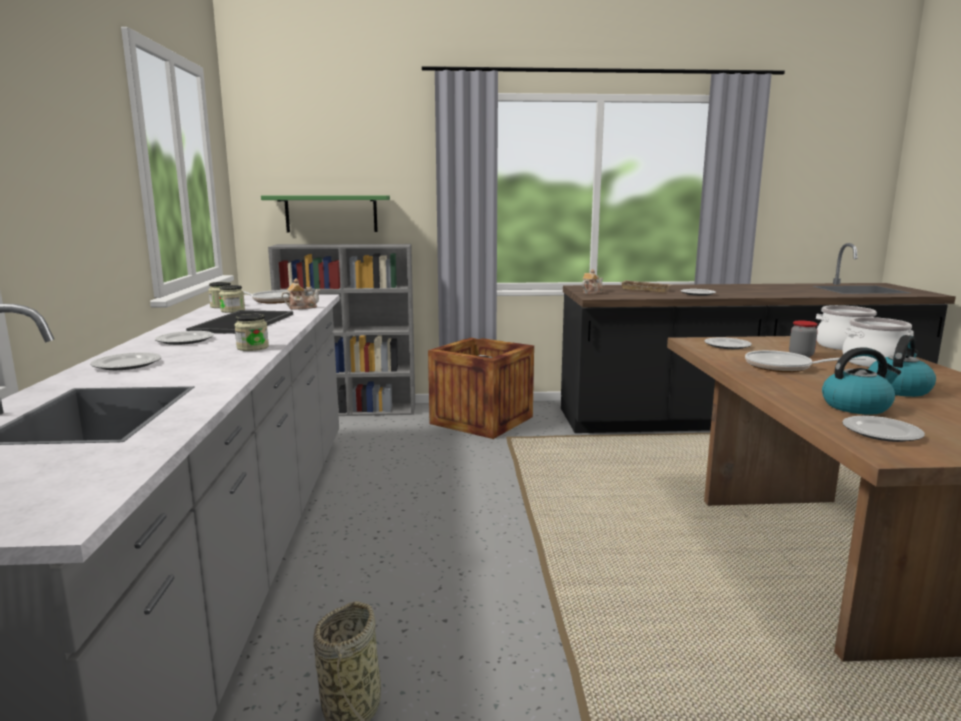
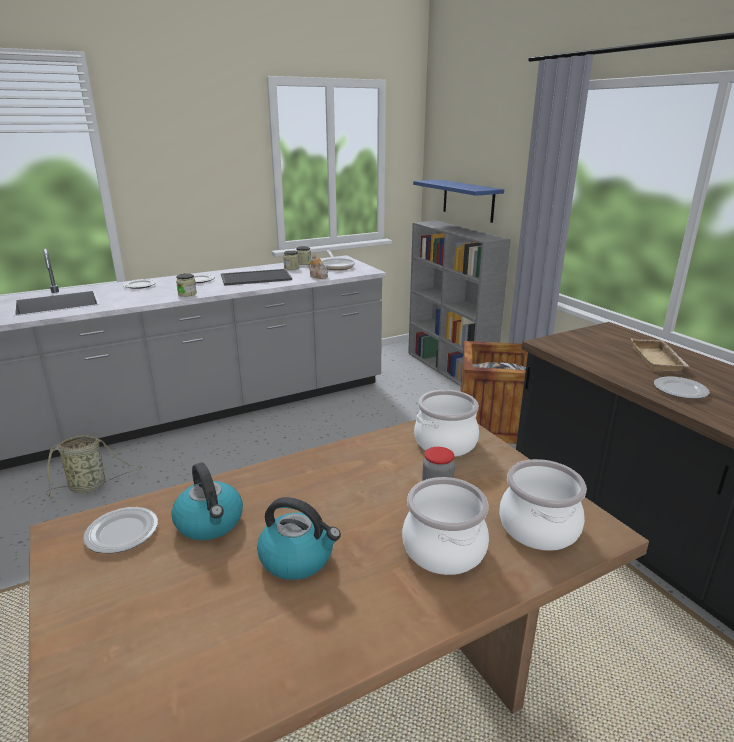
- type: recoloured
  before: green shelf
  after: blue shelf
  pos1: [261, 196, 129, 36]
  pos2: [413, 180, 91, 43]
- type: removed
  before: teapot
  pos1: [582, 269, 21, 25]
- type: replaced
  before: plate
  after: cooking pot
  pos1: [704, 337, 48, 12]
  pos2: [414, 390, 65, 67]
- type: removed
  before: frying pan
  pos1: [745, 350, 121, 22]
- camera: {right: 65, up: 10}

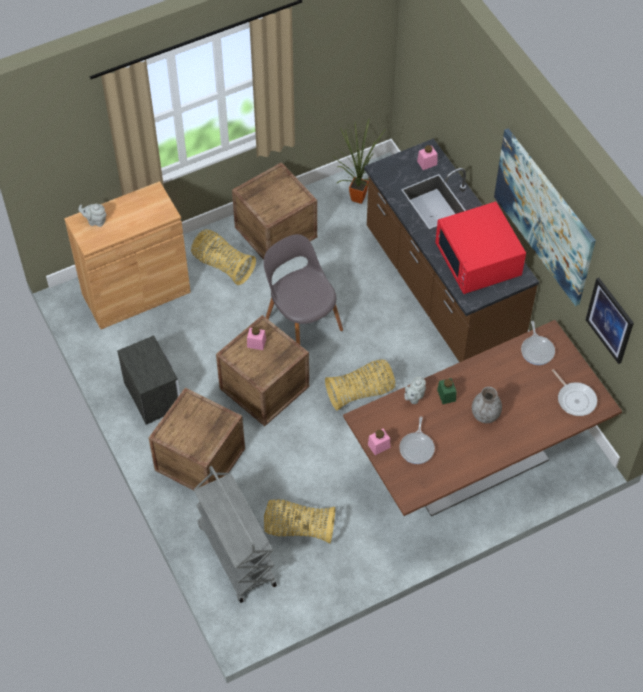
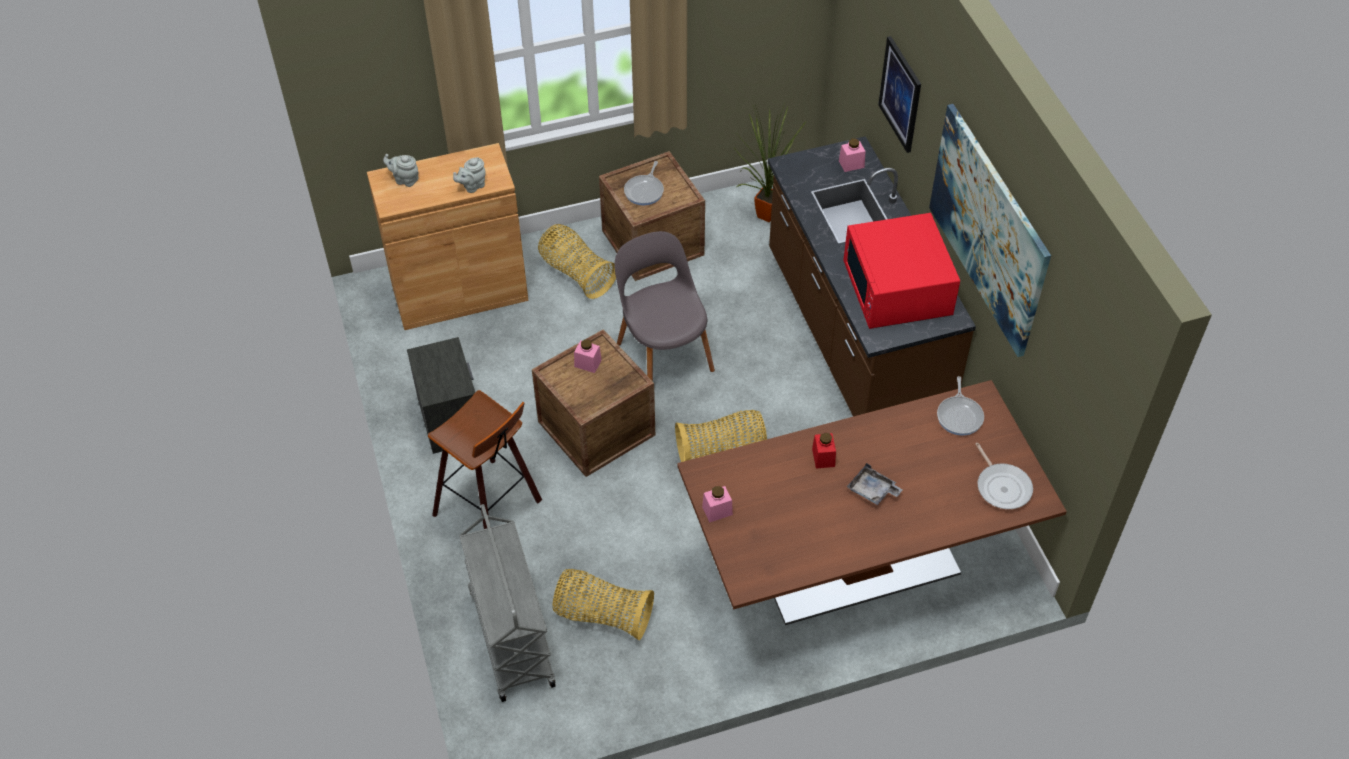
- type: moved
  before: picture
  pos1: [585, 278, 49, 86]
  pos2: [878, 36, 43, 117]
- type: moved
  before: grey teapot
  pos1: [405, 377, 21, 27]
  pos2: [453, 157, 33, 36]
- type: recoloured
  before: green jar
  after: red jar
  pos1: [437, 378, 20, 26]
  pos2: [812, 433, 24, 36]
- type: replaced
  before: crate
  after: stool
  pos1: [149, 387, 96, 104]
  pos2: [428, 390, 114, 139]
- type: replaced
  before: grey vase
  after: grey tray
  pos1: [472, 387, 30, 36]
  pos2: [847, 463, 56, 42]
- type: moved
  before: frying pan
  pos1: [399, 416, 36, 48]
  pos2: [624, 161, 40, 44]
- camera: {right: 10, up: -5}

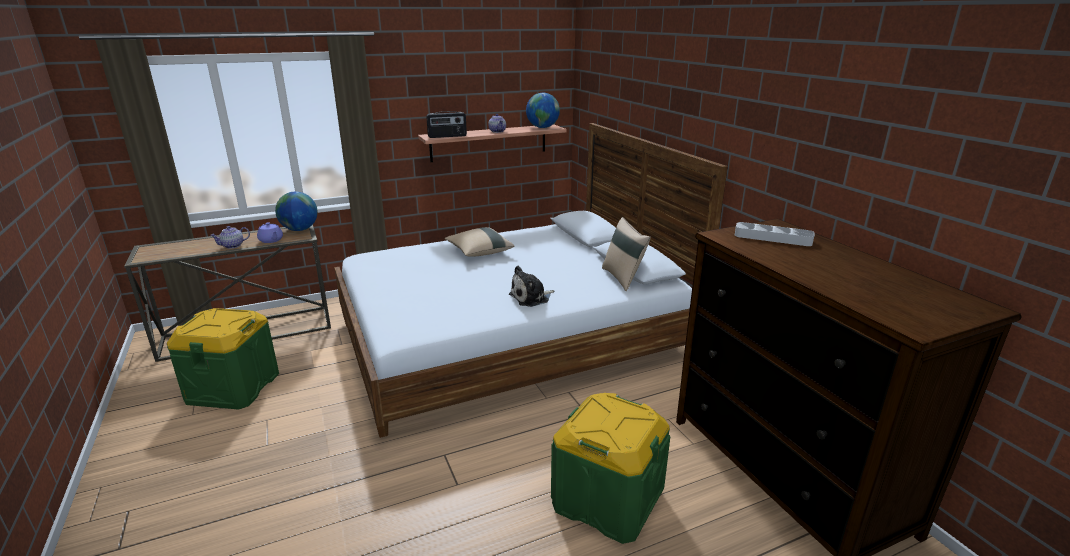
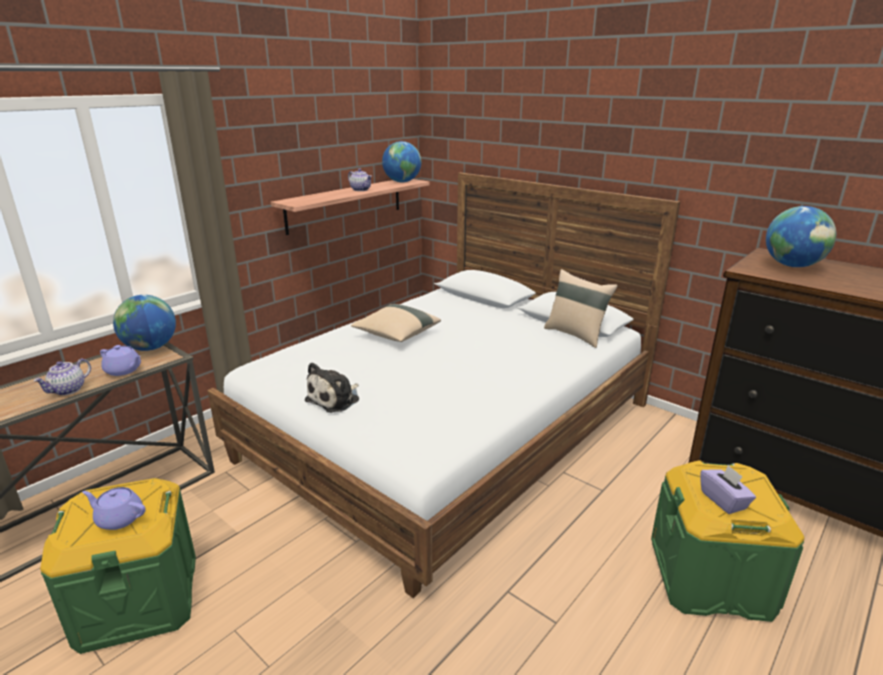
- type: removed
  before: radio
  pos1: [426, 111, 41, 27]
- type: replaced
  before: grey tray
  after: globe
  pos1: [735, 222, 79, 24]
  pos2: [766, 206, 70, 61]
- type: moved
  before: plush toy
  pos1: [509, 266, 46, 41]
  pos2: [305, 362, 54, 51]
- type: added
  after: purple tissue box
  pos2: [700, 465, 56, 49]
- type: added
  after: purple teapot
  pos2: [82, 487, 64, 43]
- camera: {right: -25, up: 0}

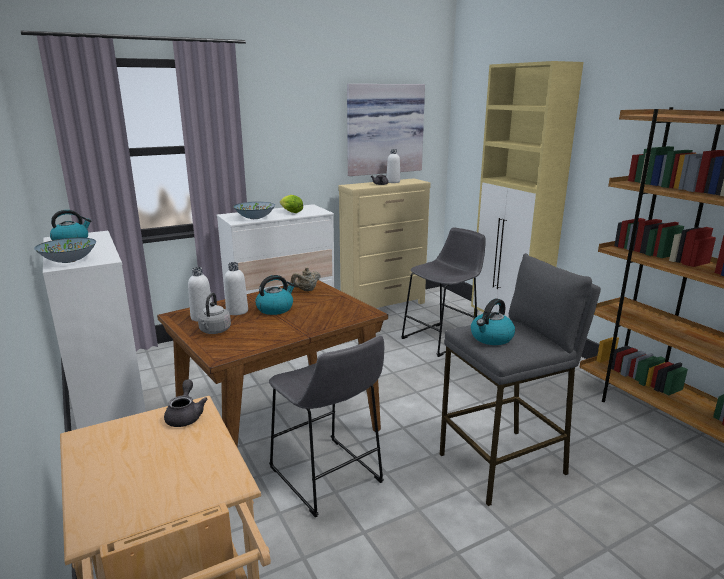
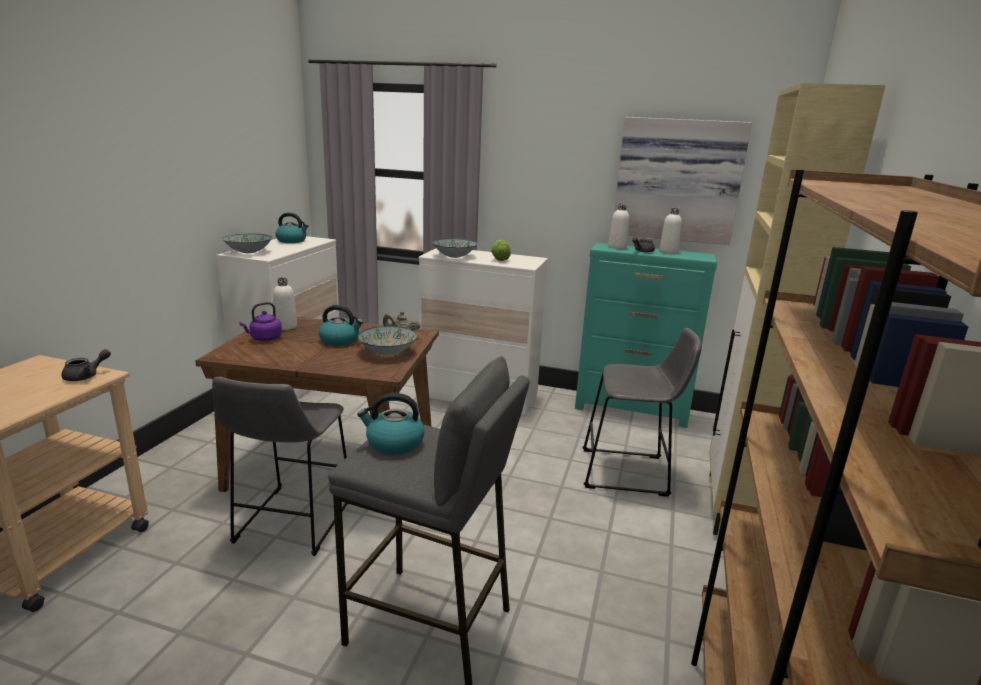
- type: recoloured
  before: beige dresser
  after: turquoise dresser
  pos1: [338, 178, 93, 130]
  pos2: [575, 243, 142, 185]
- type: moved
  before: white bottle
  pos1: [224, 262, 24, 53]
  pos2: [608, 204, 21, 45]
- type: recoloured
  before: grey kettle
  after: purple kettle
  pos1: [198, 293, 33, 41]
  pos2: [240, 302, 42, 39]
- type: added
  after: bowl
  pos2: [358, 326, 59, 29]
- camera: {right: 45, up: 0}

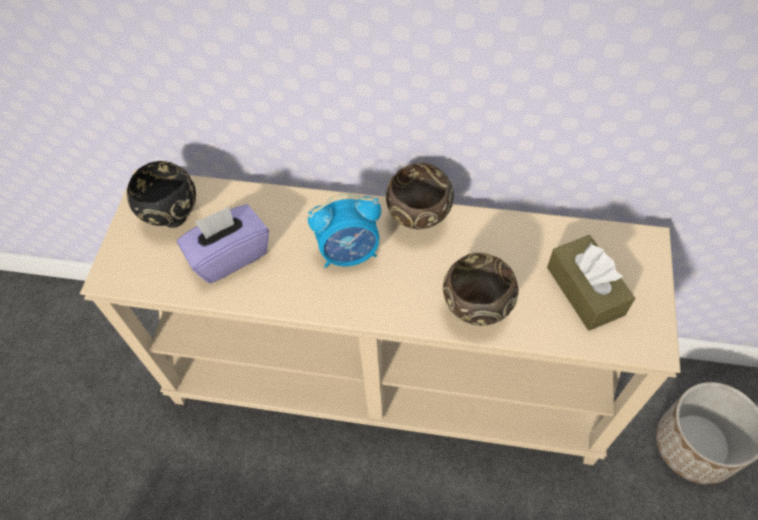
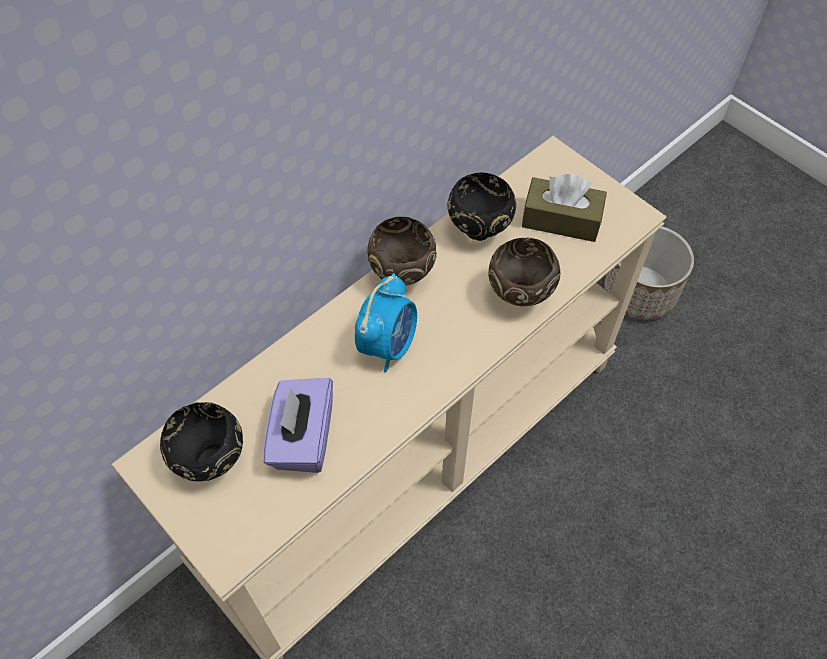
- type: added
  after: black bowl
  pos2: [447, 173, 69, 68]
- camera: {right: -55, up: 0}

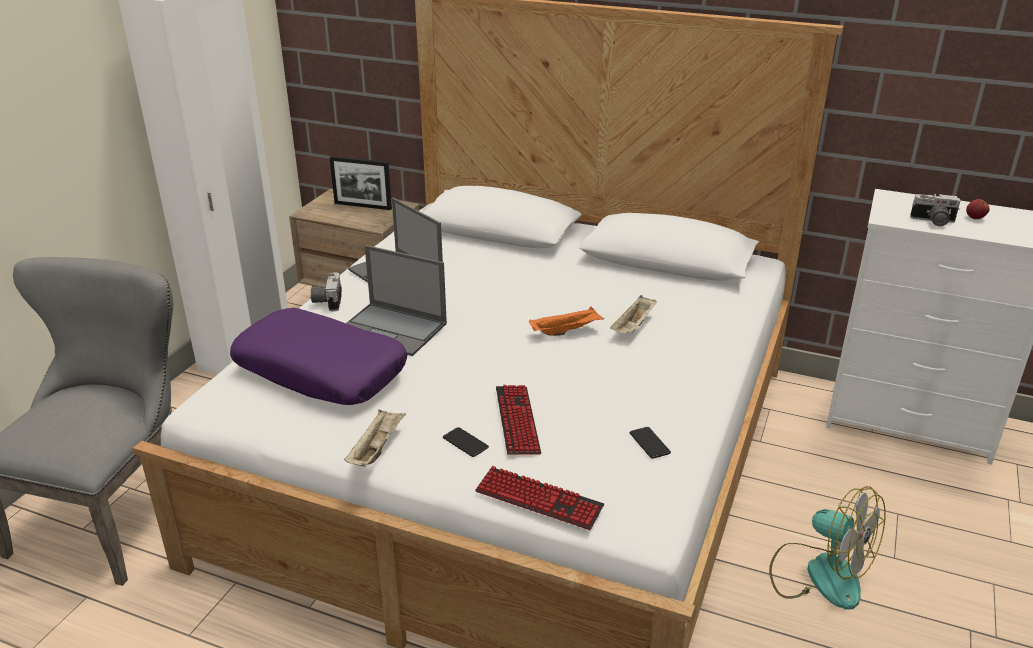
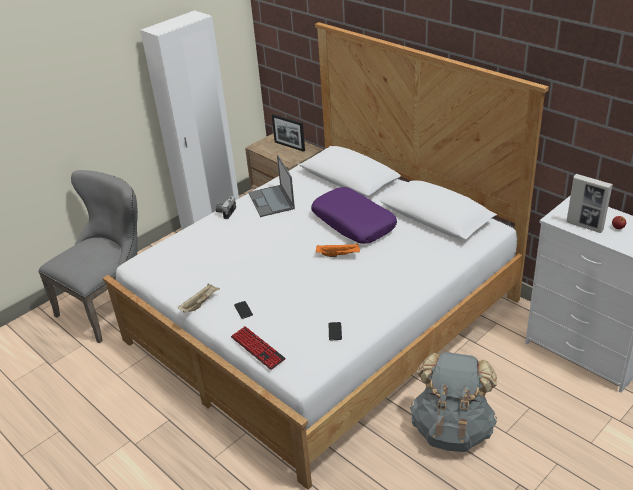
- type: replaced
  before: photo camera
  after: picture frame
  pos1: [910, 194, 51, 32]
  pos2: [566, 174, 47, 59]
- type: removed
  before: laptop
  pos1: [346, 245, 101, 111]
- type: removed
  before: beige tray
  pos1: [610, 295, 47, 39]
- type: moved
  before: purple pillow
  pos1: [230, 308, 177, 97]
  pos2: [311, 187, 86, 57]
- type: removed
  before: keyboard
  pos1: [496, 385, 45, 70]
- type: replaced
  before: fan
  after: grey backpack
  pos1: [769, 486, 117, 124]
  pos2: [410, 352, 87, 100]
- camera: {right: 25, up: 5}

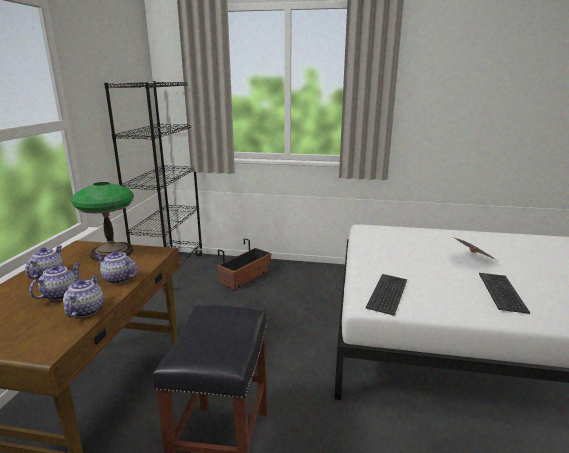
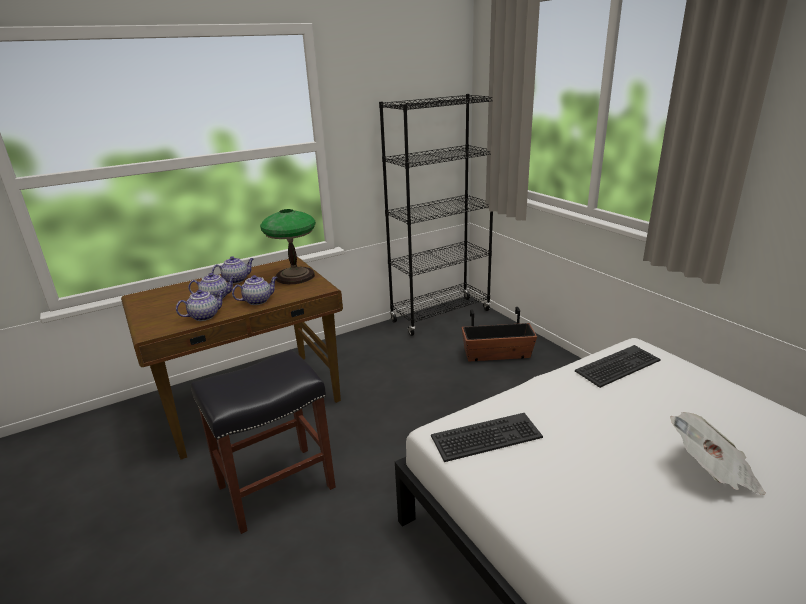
- type: turned
  before: teapot
  pos1: [96, 251, 42, 33]
  pos2: [232, 275, 45, 30]
  turn: 75
- type: moved
  before: keyboard
  pos1: [479, 273, 51, 41]
  pos2: [575, 345, 85, 43]
- camera: {right: 50, up: 5}

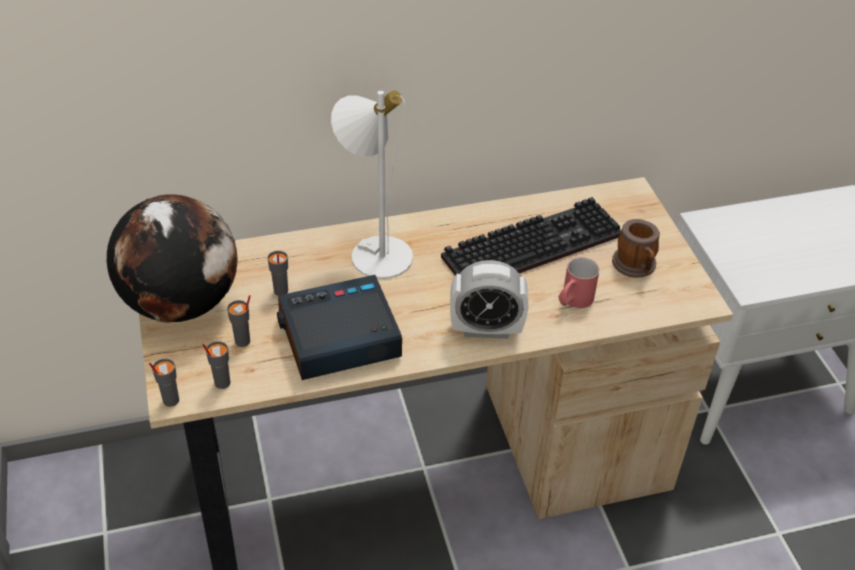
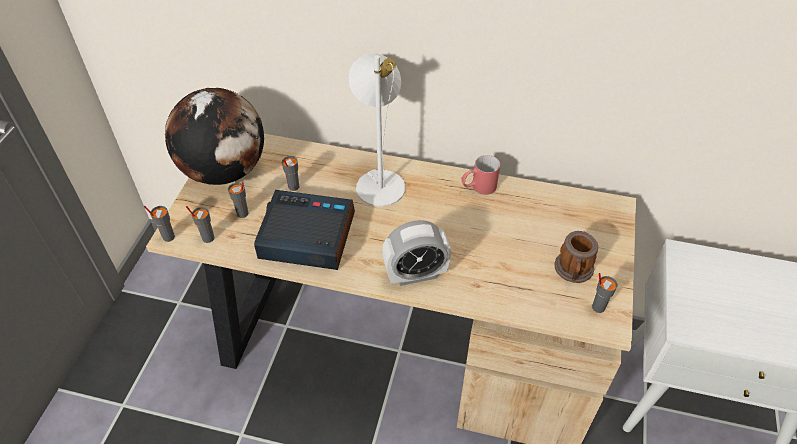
- type: removed
  before: keyboard
  pos1: [441, 197, 180, 78]
- type: moved
  before: red mug
  pos1: [558, 257, 41, 51]
  pos2: [461, 155, 39, 40]
- type: turned
  before: alarm clock
  pos1: [450, 260, 78, 79]
  pos2: [382, 220, 69, 66]
  turn: -45
- type: added
  after: grey cup
  pos2: [592, 273, 26, 40]
- camera: {right: 30, up: 5}

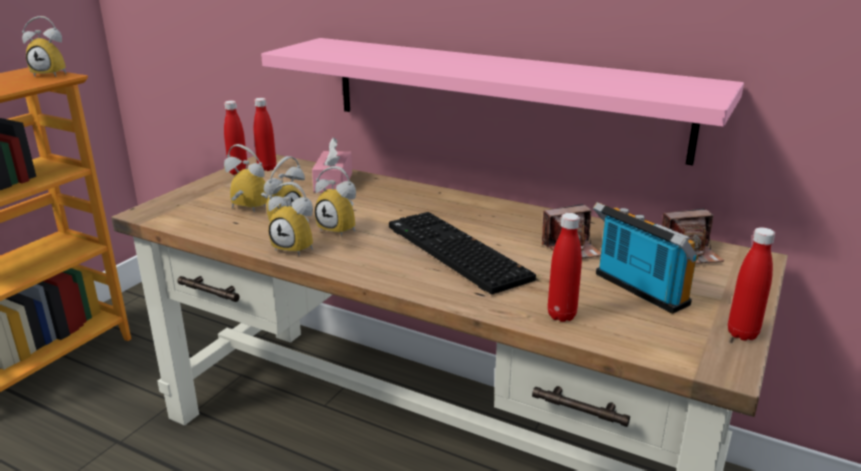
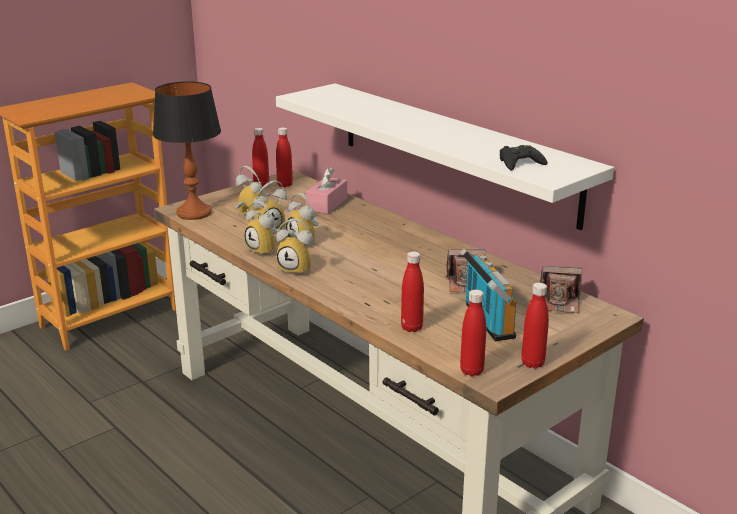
- type: moved
  before: alarm clock
  pos1: [22, 16, 44, 61]
  pos2: [276, 218, 37, 58]
- type: recoloured
  before: pink shelf
  after: white shelf
  pos1: [261, 38, 483, 128]
  pos2: [276, 84, 338, 146]
- type: removed
  before: keyboard
  pos1: [389, 212, 147, 82]
- type: added
  after: table lamp
  pos2: [153, 81, 68, 139]
- type: added
  after: black game controller
  pos2: [500, 145, 47, 26]
- type: added
  after: red bottle
  pos2: [460, 289, 26, 87]
- camera: {right: 20, up: 0}

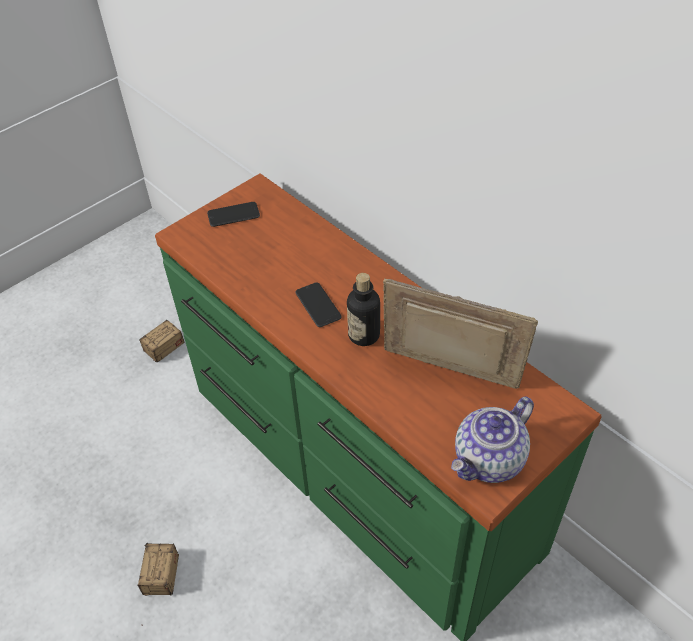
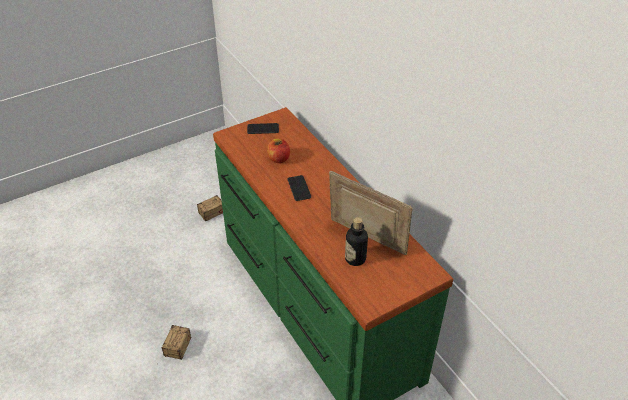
- type: moved
  before: bottle
  pos1: [347, 273, 33, 73]
  pos2: [345, 217, 23, 49]
- type: removed
  before: teapot
  pos1: [451, 397, 83, 86]
- type: added
  after: apple
  pos2: [267, 139, 23, 24]
- camera: {right: 10, up: -5}

